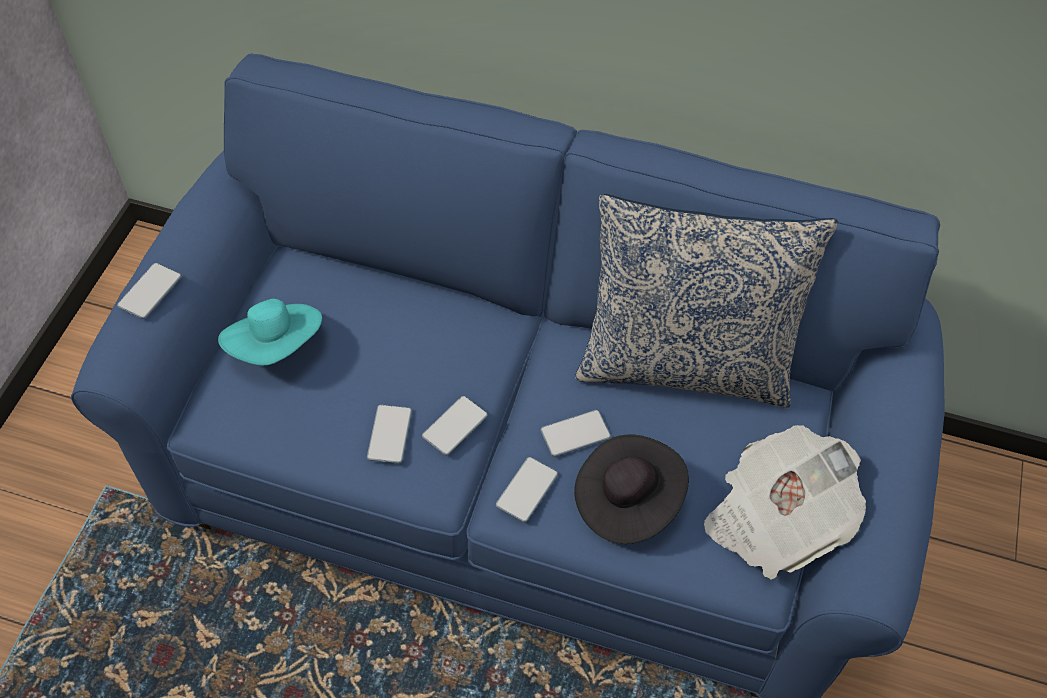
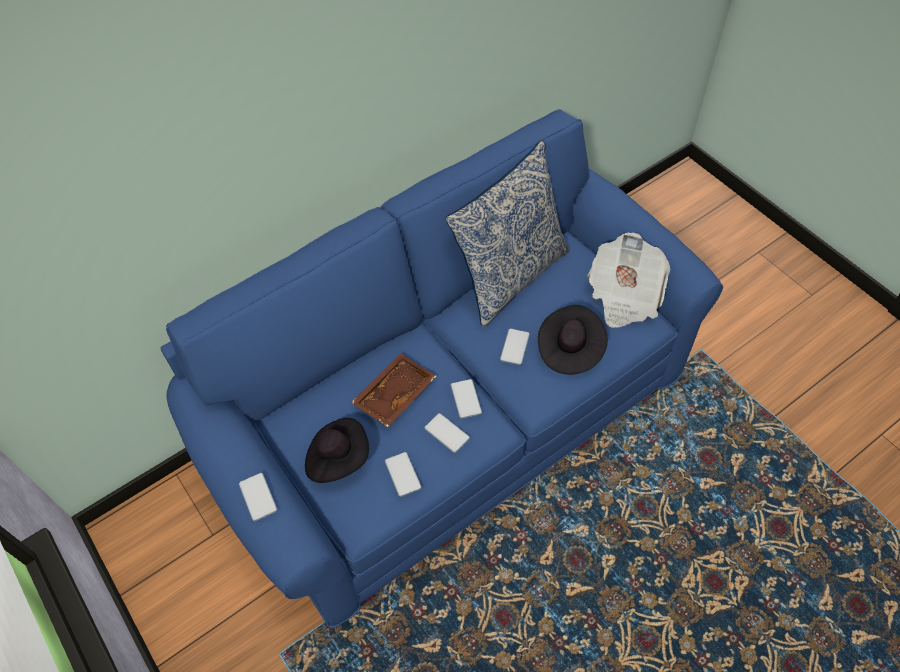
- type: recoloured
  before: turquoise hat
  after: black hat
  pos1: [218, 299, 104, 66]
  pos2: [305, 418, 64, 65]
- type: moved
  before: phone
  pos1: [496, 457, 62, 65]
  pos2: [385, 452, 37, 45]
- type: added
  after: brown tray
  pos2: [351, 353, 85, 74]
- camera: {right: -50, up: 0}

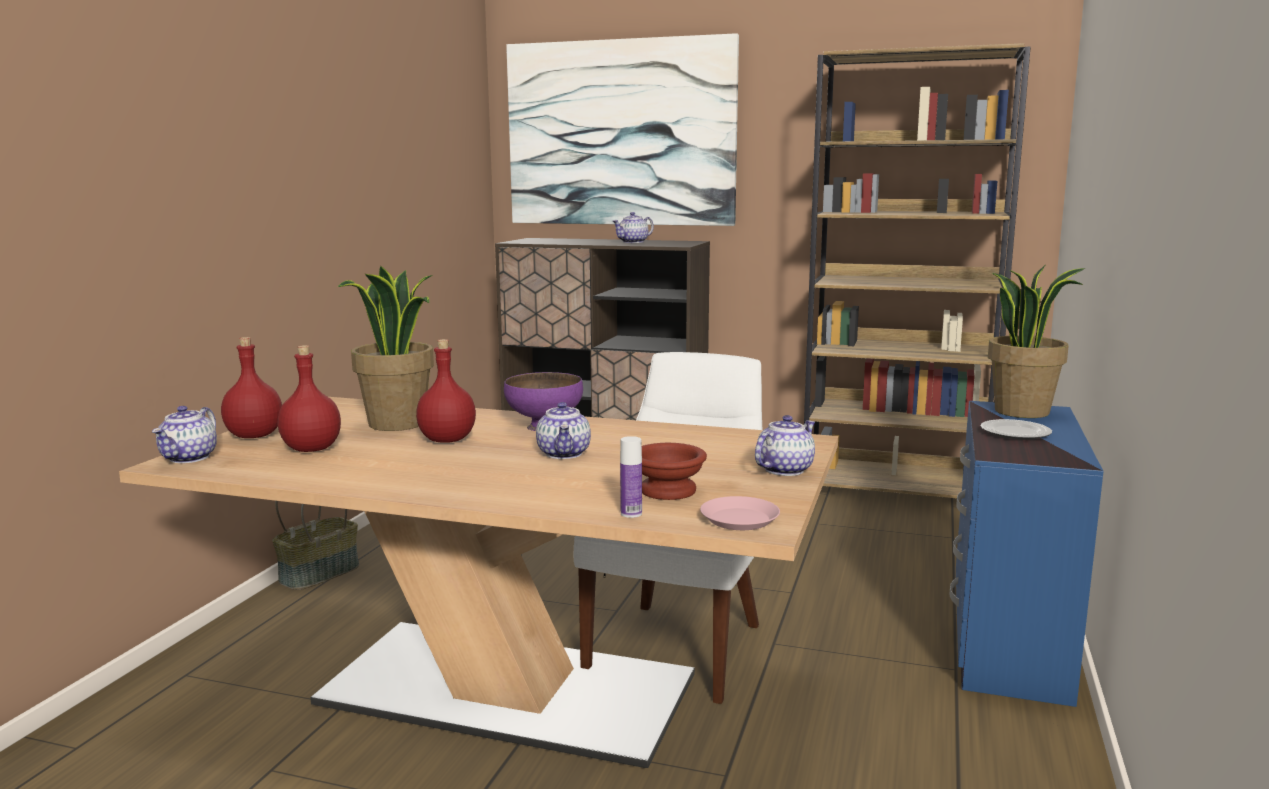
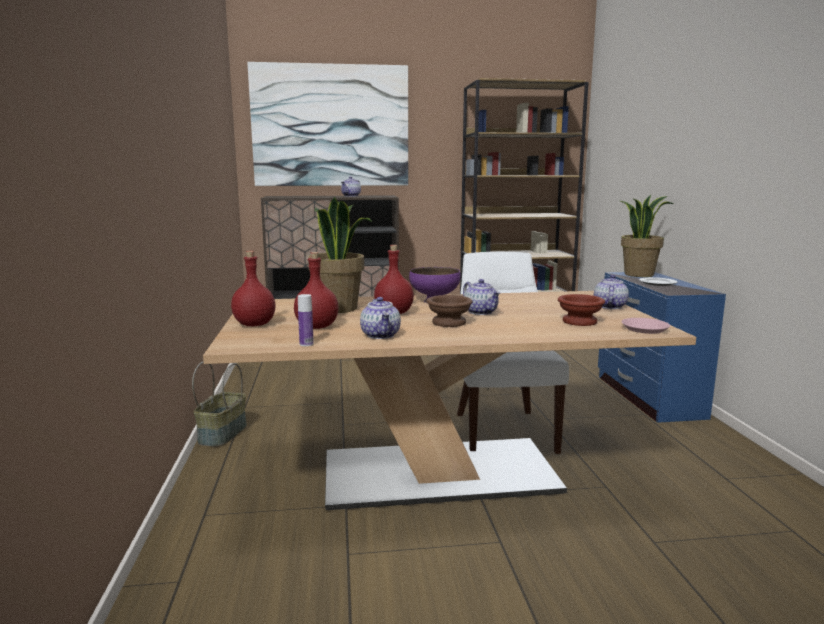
- type: moved
  before: teapot
  pos1: [152, 406, 65, 57]
  pos2: [360, 297, 41, 42]
- type: moved
  before: bottle
  pos1: [620, 436, 22, 82]
  pos2: [298, 294, 16, 52]
- type: added
  after: brown bowl
  pos2: [426, 295, 47, 32]
- camera: {right: -25, up: 0}

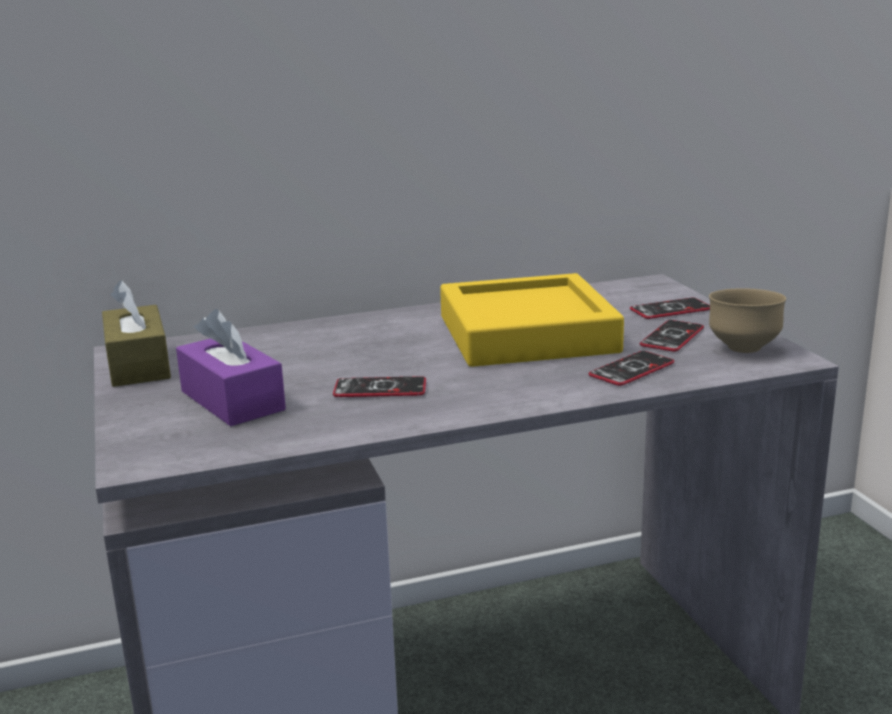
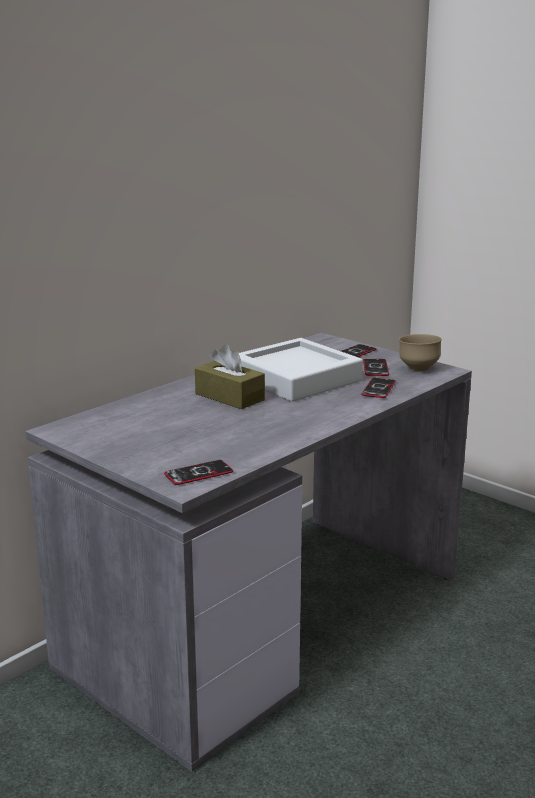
- type: recoloured
  before: yellow tray
  after: grey tray
  pos1: [440, 273, 184, 94]
  pos2: [239, 338, 124, 64]
- type: moved
  before: brown tissue box
  pos1: [102, 280, 69, 107]
  pos2: [195, 344, 70, 65]
- type: removed
  before: purple tissue box
  pos1: [176, 309, 110, 117]
- type: moved
  before: phone
  pos1: [333, 376, 93, 21]
  pos2: [164, 460, 69, 25]
- camera: {right: -30, up: 0}

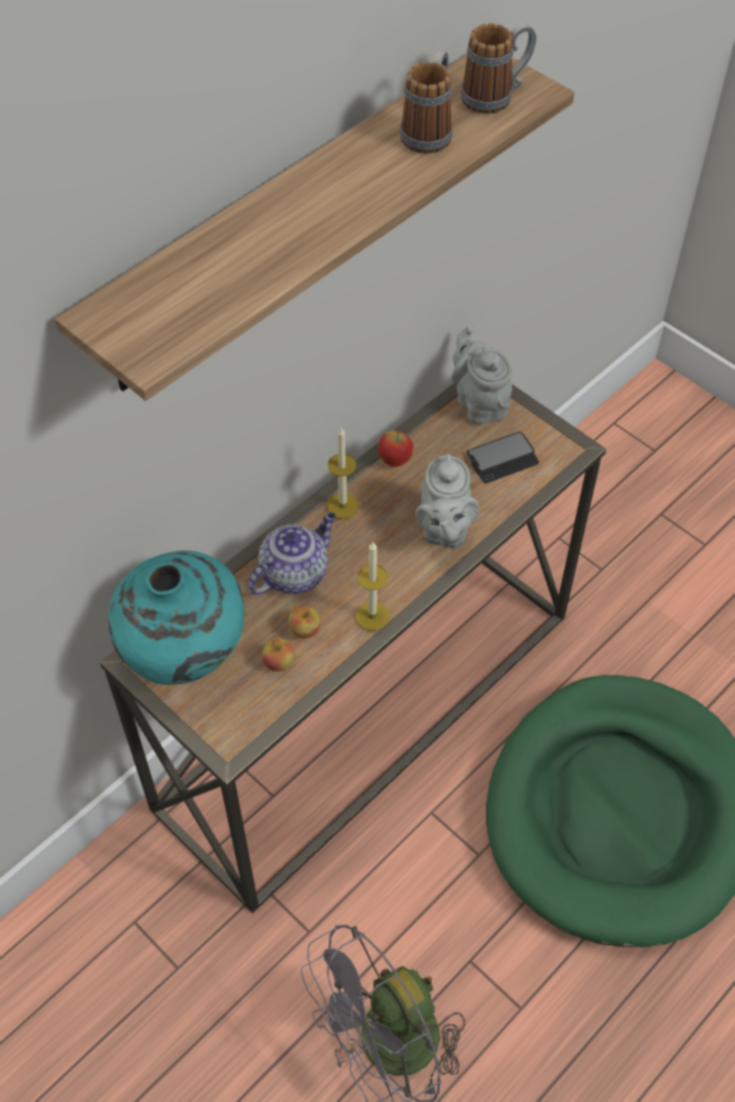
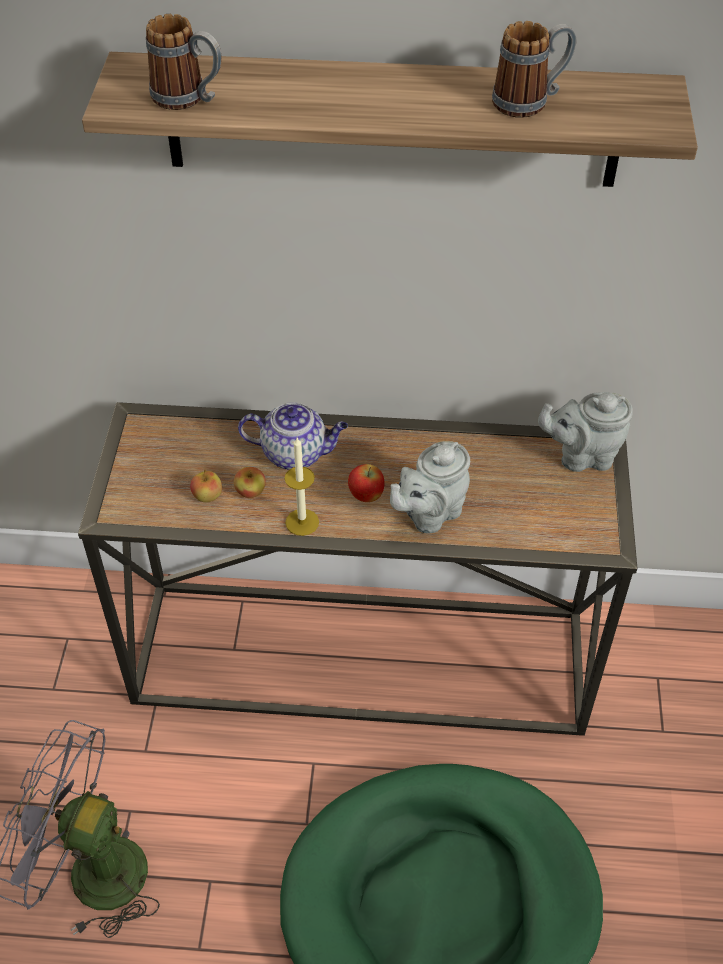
- type: moved
  before: mug
  pos1: [461, 23, 75, 91]
  pos2: [146, 14, 75, 96]
- type: turned
  before: grey teapot
  pos1: [451, 325, 61, 99]
  pos2: [538, 392, 95, 80]
  turn: -120
- type: removed
  before: candle
  pos1: [327, 428, 32, 91]
- type: moved
  before: apple
  pos1: [378, 431, 35, 36]
  pos2: [348, 464, 36, 38]
- type: removed
  before: phone
  pos1: [467, 432, 72, 51]
- type: removed
  before: turquoise vase
  pos1: [108, 551, 136, 134]
- camera: {right: 50, up: -5}

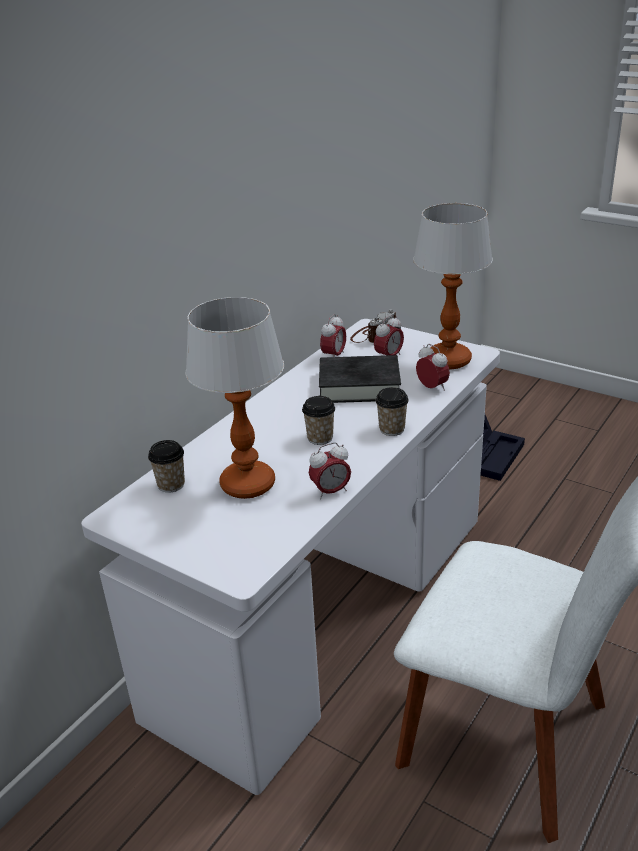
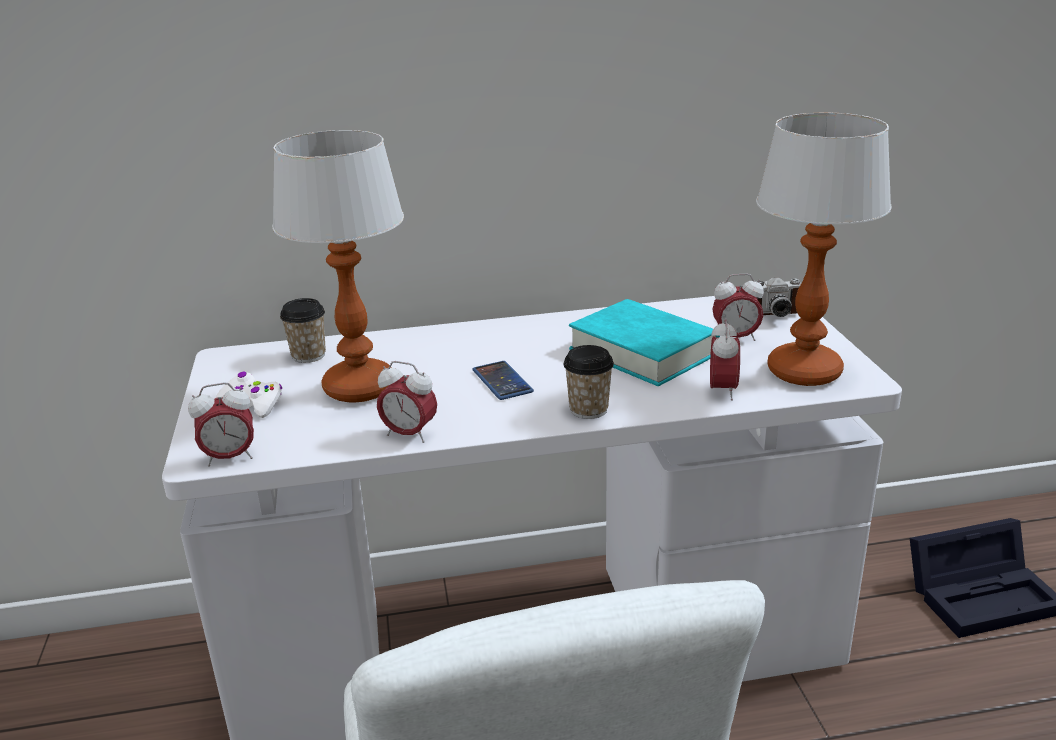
- type: moved
  before: alarm clock
  pos1: [320, 314, 26, 43]
  pos2: [188, 382, 66, 85]
- type: recoloured
  before: black book
  after: turquoise book
  pos1: [319, 355, 82, 48]
  pos2: [569, 299, 151, 87]
- type: replaced
  before: cup
  after: phone
  pos1: [302, 396, 33, 49]
  pos2: [473, 361, 61, 39]
- type: added
  after: white game controller
  pos2: [216, 371, 66, 47]
- camera: {right: 45, up: -5}

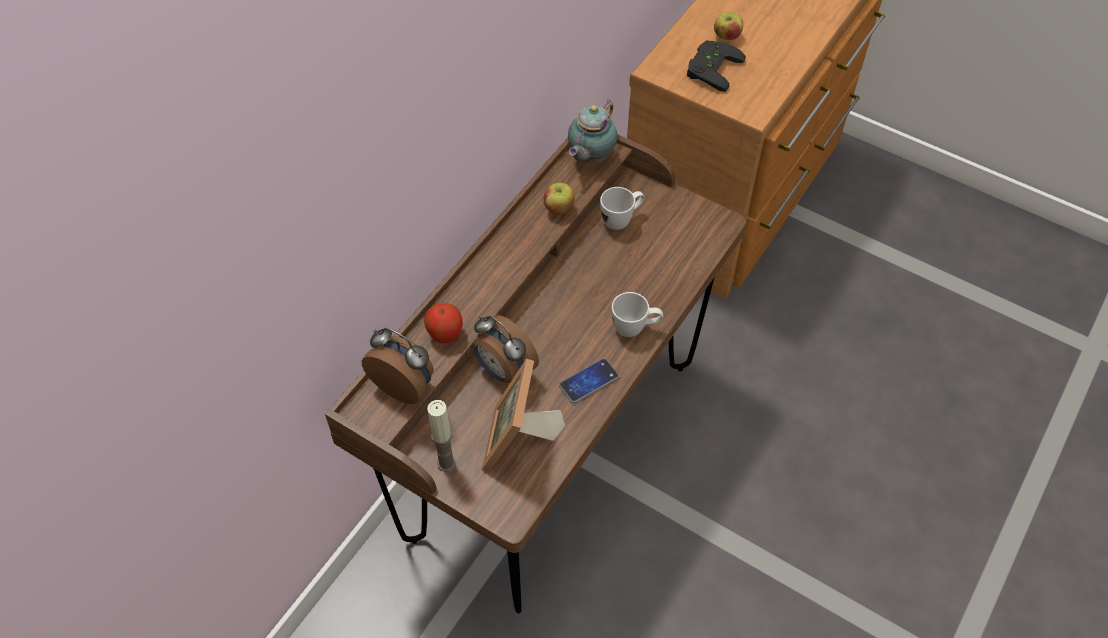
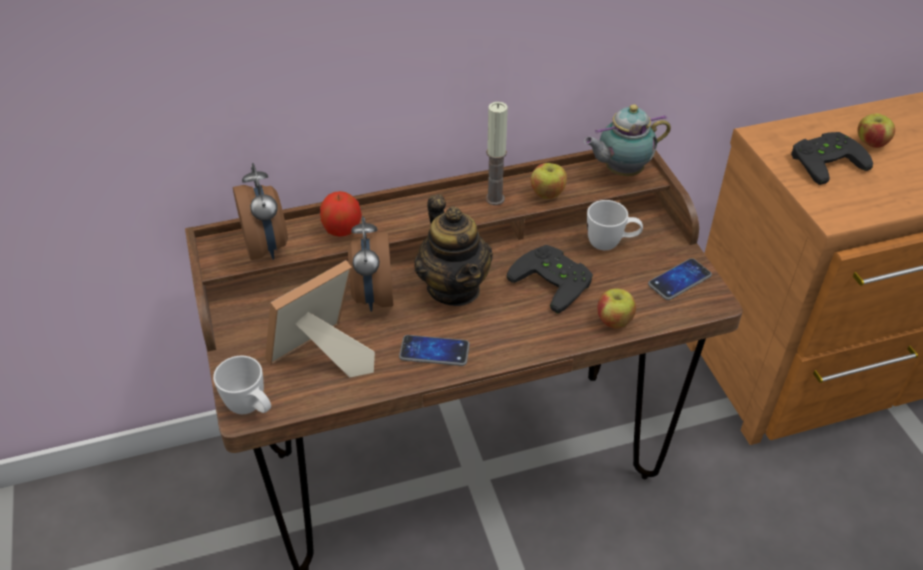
- type: moved
  before: white mug
  pos1: [612, 292, 51, 45]
  pos2: [213, 356, 58, 58]
- type: moved
  before: candle
  pos1: [427, 400, 29, 72]
  pos2: [486, 102, 22, 103]
- type: added
  after: teapot
  pos2: [414, 194, 79, 112]
- type: added
  after: black game controller
  pos2: [507, 245, 86, 69]
- type: added
  after: phone
  pos2: [648, 258, 64, 42]
- type: added
  after: apple
  pos2: [597, 288, 39, 41]
- camera: {right: 40, up: -10}

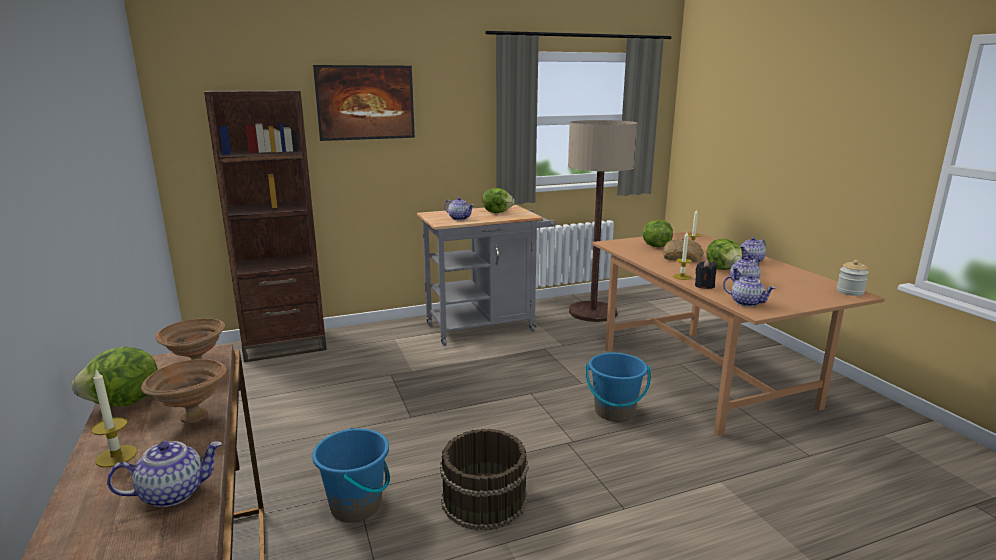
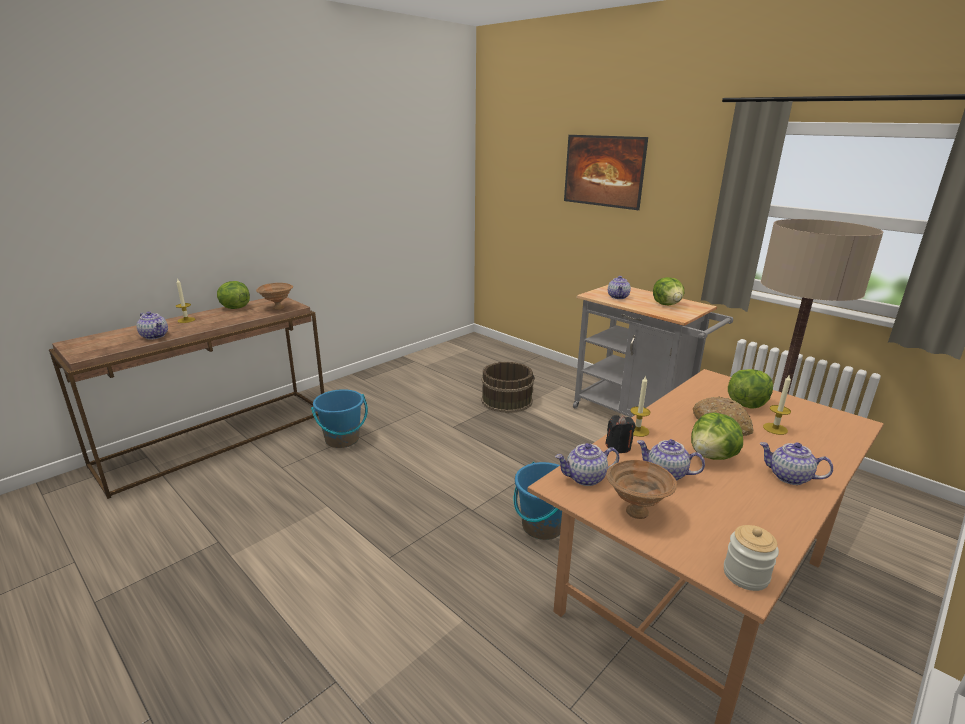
- type: removed
  before: brown bookcase
  pos1: [204, 90, 123, 272]
- type: turned
  before: teapot
  pos1: [723, 274, 53, 33]
  pos2: [555, 443, 64, 43]
  turn: 60
- type: moved
  before: brown bowl
  pos1: [141, 359, 86, 64]
  pos2: [606, 460, 71, 59]
- type: moved
  before: brown bucket
  pos1: [440, 429, 88, 102]
  pos2: [481, 362, 54, 51]
- camera: {right: 65, up: 5}

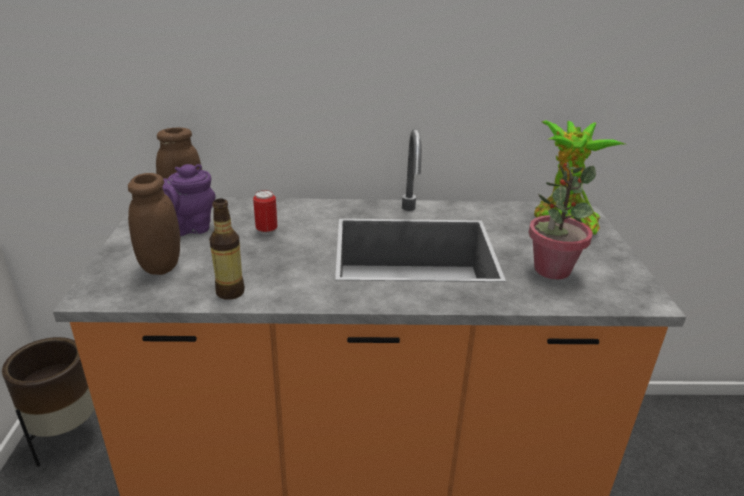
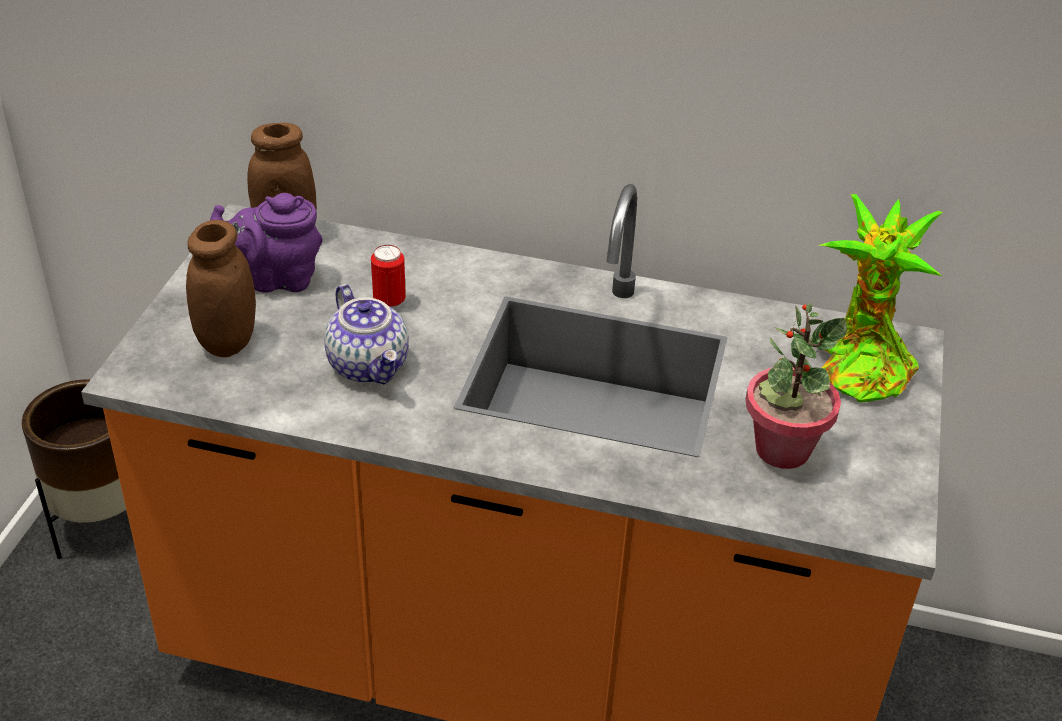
- type: removed
  before: bottle
  pos1: [209, 199, 36, 101]
- type: added
  after: teapot
  pos2: [324, 284, 85, 101]
- camera: {right: 15, up: 10}

